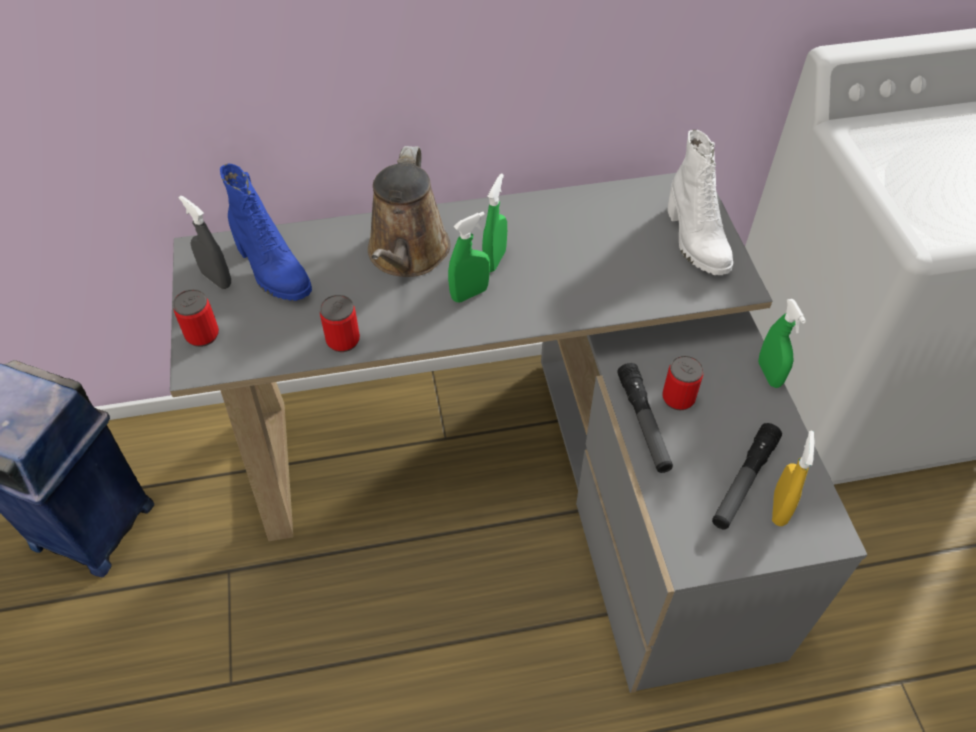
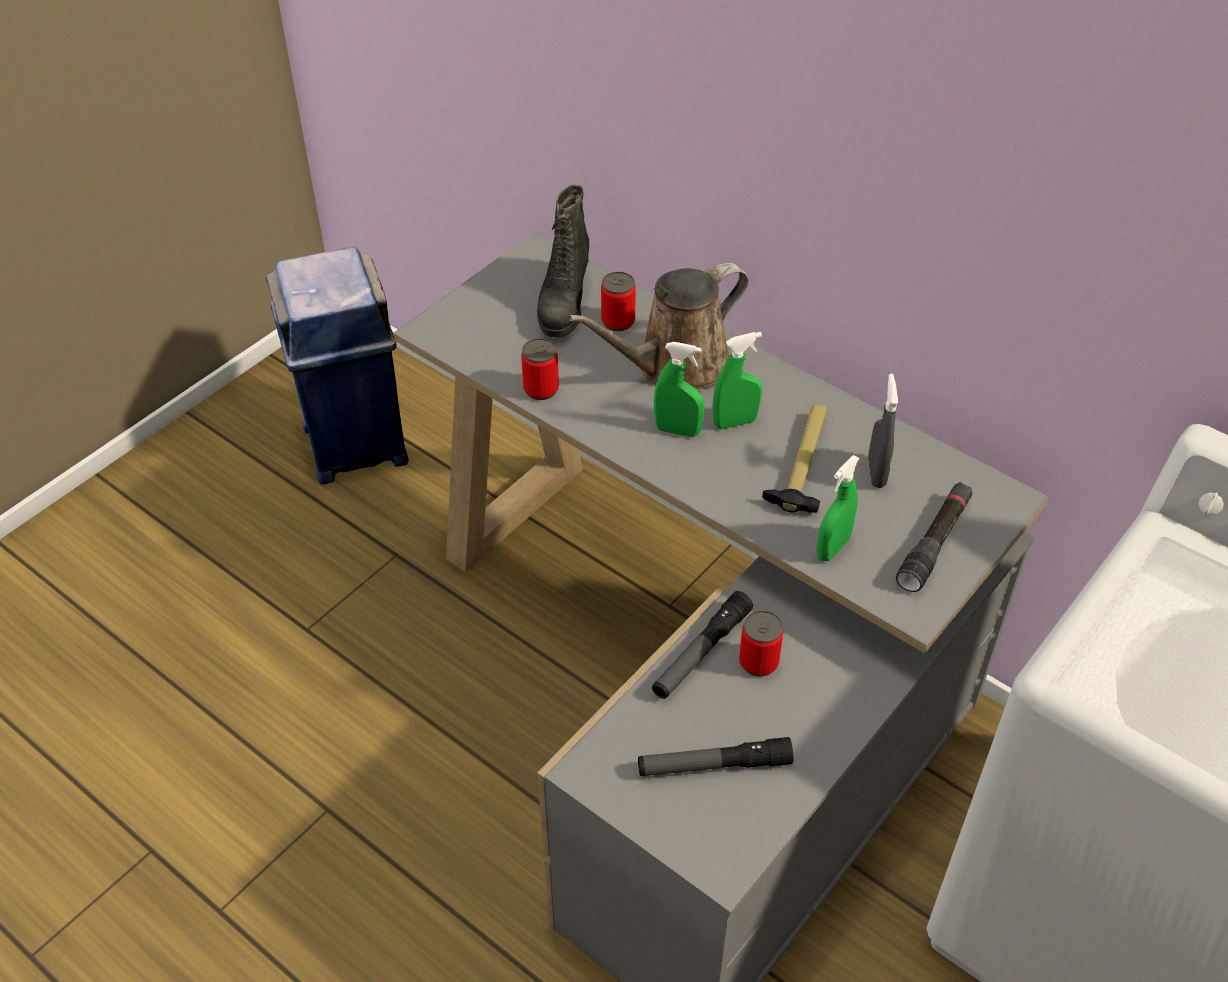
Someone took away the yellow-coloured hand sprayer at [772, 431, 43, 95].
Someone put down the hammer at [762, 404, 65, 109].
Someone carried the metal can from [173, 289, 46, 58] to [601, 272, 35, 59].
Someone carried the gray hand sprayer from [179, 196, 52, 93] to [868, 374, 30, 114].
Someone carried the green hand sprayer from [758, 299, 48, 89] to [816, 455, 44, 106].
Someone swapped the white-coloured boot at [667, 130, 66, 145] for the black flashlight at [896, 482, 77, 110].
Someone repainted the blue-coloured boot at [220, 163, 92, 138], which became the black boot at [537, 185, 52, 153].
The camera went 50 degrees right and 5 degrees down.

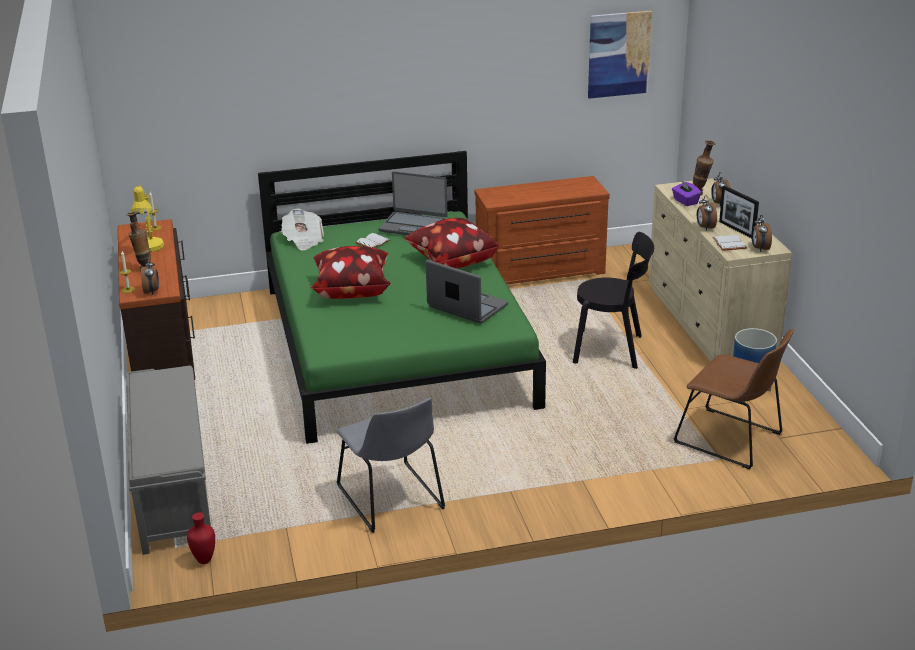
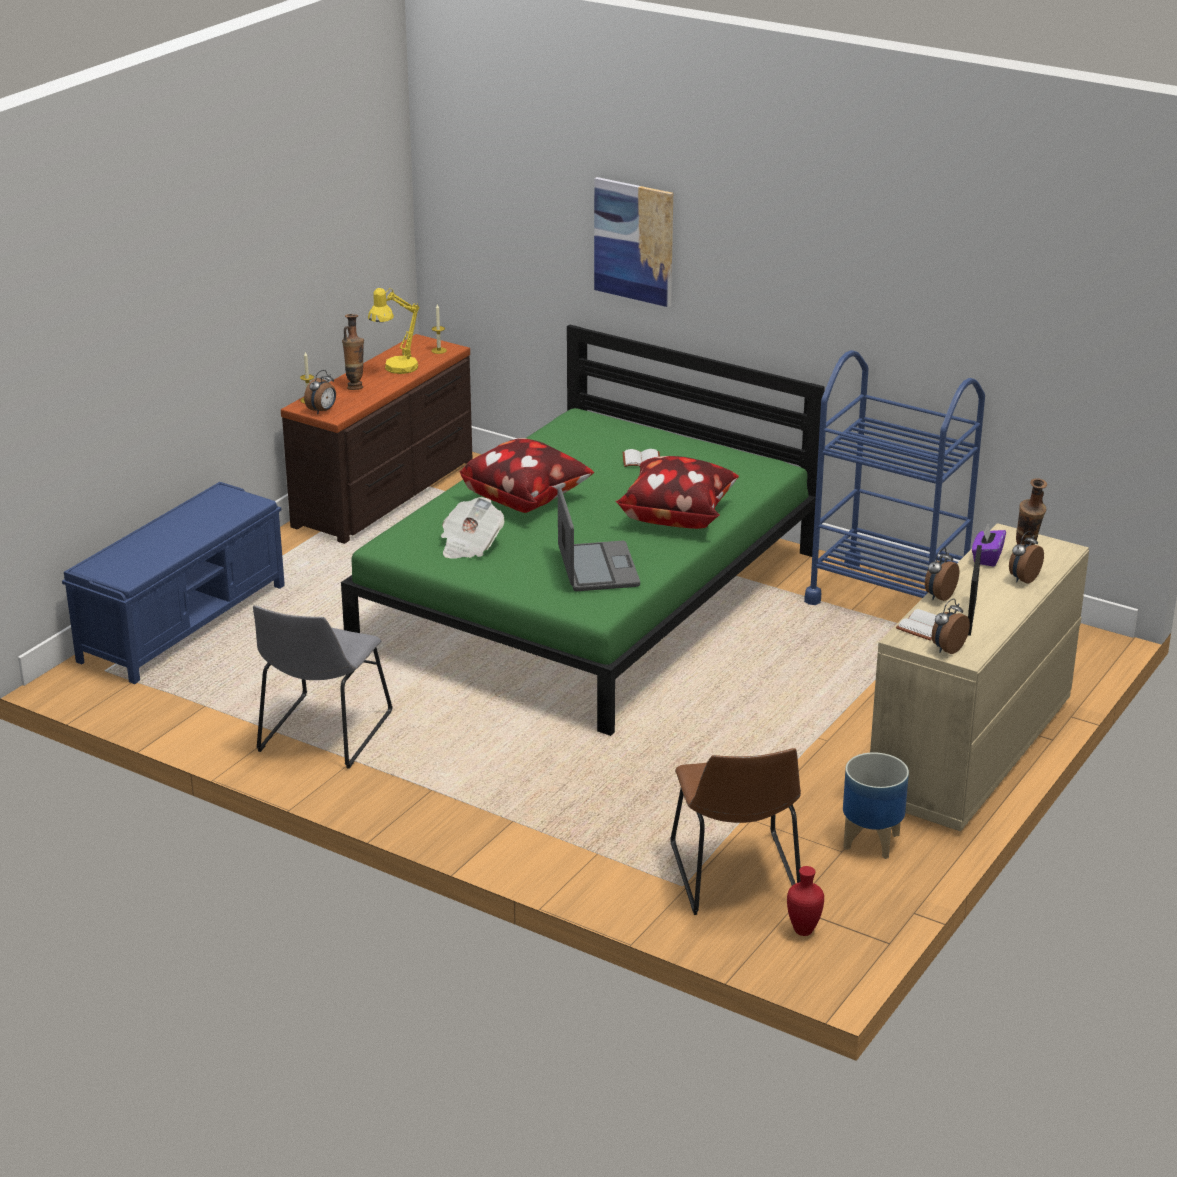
Someone took away the portable computer at [379, 171, 69, 64].
Someone took away the black chair at [573, 232, 81, 137].
Someone carried the reddish decorative vase from [187, 512, 28, 52] to [787, 866, 37, 70].
Someone carried the daily paper from [281, 209, 43, 42] to [441, 497, 63, 62].
Someone carried the wall picture from [588, 11, 64, 88] to [594, 177, 79, 130].
Someone swapped the brown-coloured drawer chest at [475, 176, 135, 108] for the blue-coloured wheeled cart at [804, 350, 181, 255].
Someone repainted the gray bench at [126, 366, 85, 189], which became the blue-coloured bench at [62, 482, 223, 202].
The camera went 45 degrees right and 0 degrees up.

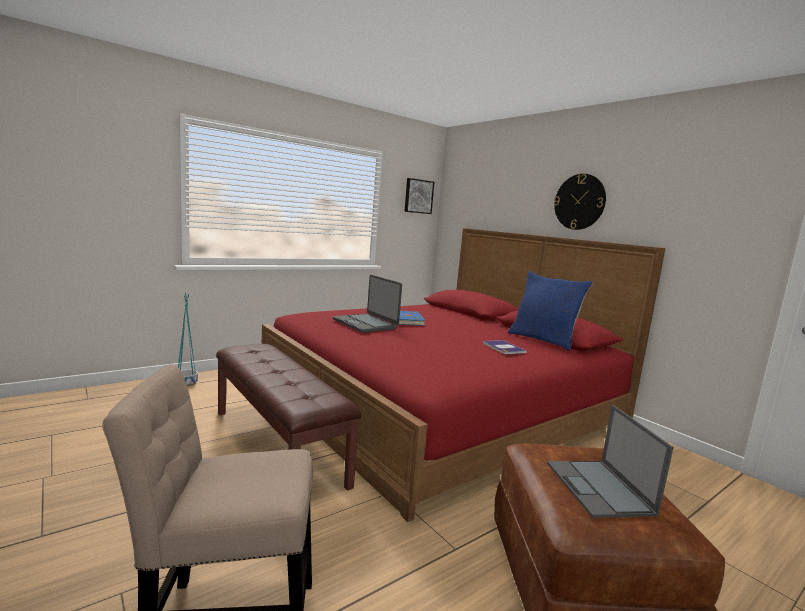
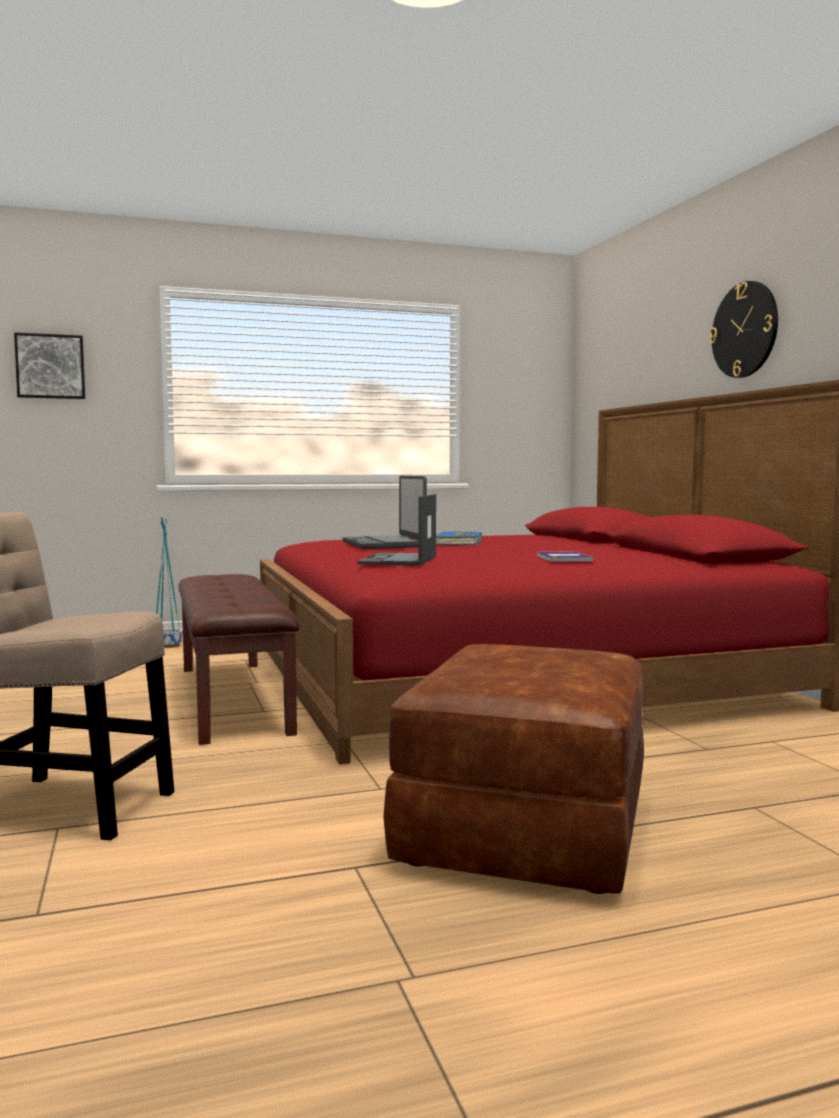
Someone took away the blue-coloured cushion at [508, 271, 85, 80].
Someone carried the wall picture from [404, 178, 30, 36] to [14, 332, 71, 67].
Someone carried the portable computer from [547, 405, 127, 113] to [357, 494, 79, 72].
The camera went 20 degrees right and 5 degrees down.

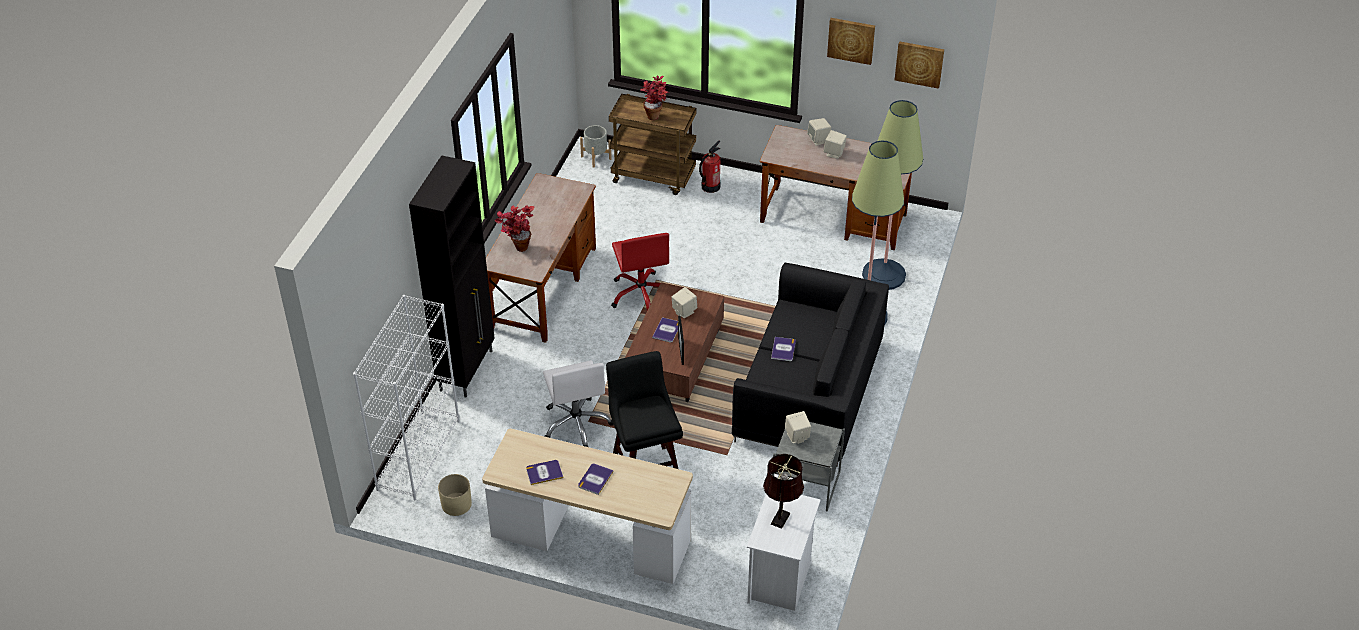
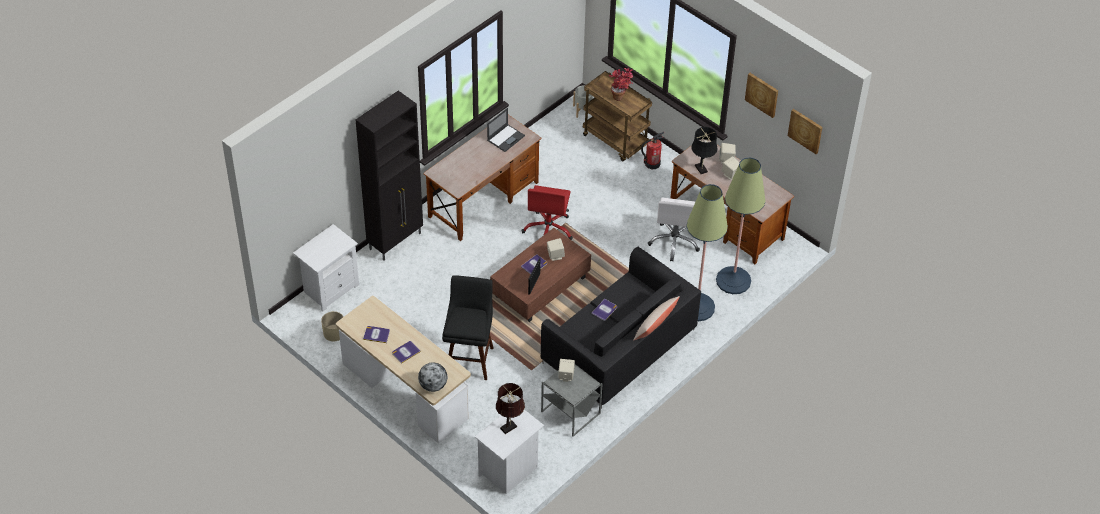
Someone took away the plant in a pot at [495, 205, 39, 47].
Someone put down the world globe at [418, 362, 29, 30].
Someone put down the portable computer at [487, 108, 38, 44].
Someone put down the beige-coloured cushion at [633, 296, 47, 45].
Someone put down the black lamp for a table at [691, 127, 27, 47].
Someone carried the white-coloured office chair from [543, 360, 71, 87] to [648, 197, 52, 64].
Someone swapped the white-coloured bookshelf at [353, 295, 107, 206] for the white-coloured night table at [293, 224, 66, 88].
The camera went 25 degrees right and 5 degrees up.

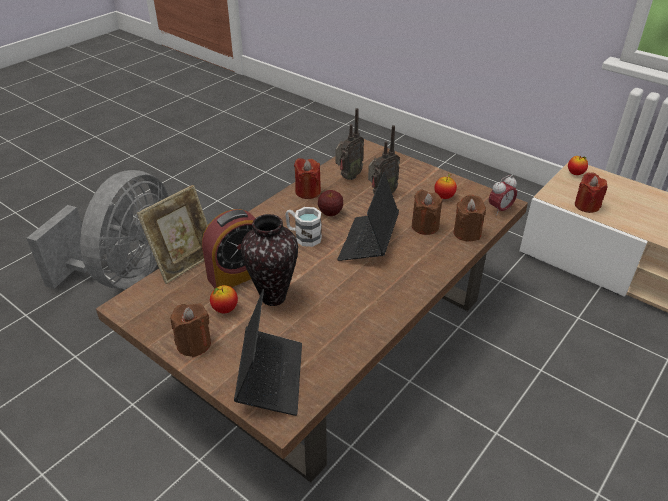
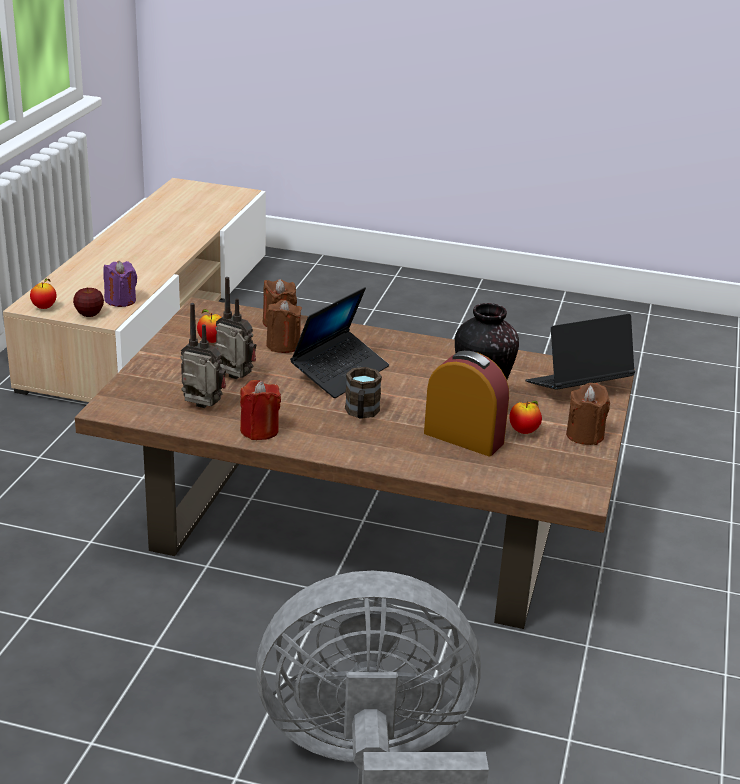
Someone took away the picture frame at [137, 185, 71, 99].
Someone took away the alarm clock at [489, 175, 28, 41].
Someone carried the apple fruit from [318, 190, 25, 26] to [73, 287, 31, 30].
Someone repainted the white-coloured coffee mug at [285, 207, 37, 40], which became the brown-coloured coffee mug at [345, 367, 37, 52].
Someone repainted the reddish wax light at [575, 172, 33, 41], which became the purple wax light at [103, 261, 34, 46].
Someone rotated the portable computer at [337, 172, 62, 89] by 45 degrees counterclockwise.
The camera went 115 degrees left and 10 degrees down.

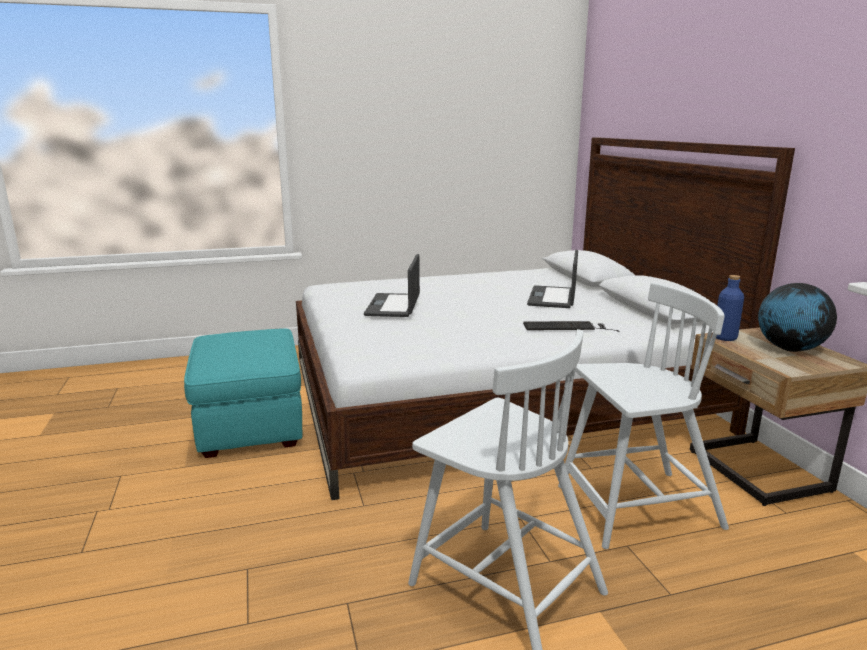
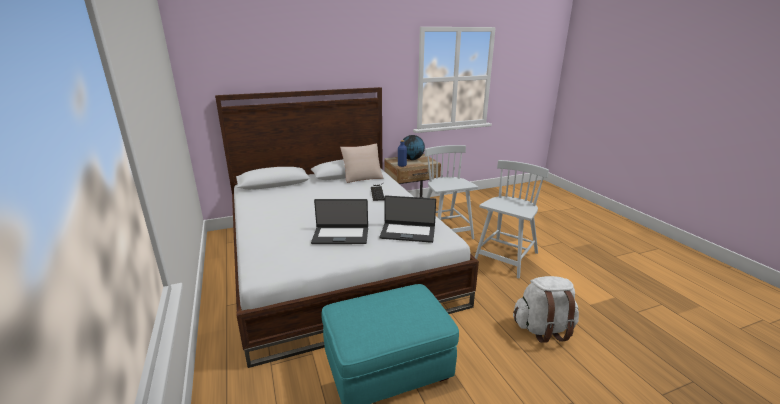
Someone put down the beige-coloured cushion at [340, 144, 44, 39].
Someone put down the white-coloured rucksack at [513, 276, 66, 67].
Someone carried the portable computer from [527, 250, 51, 58] to [380, 196, 56, 47].
The camera went 95 degrees left and 5 degrees up.

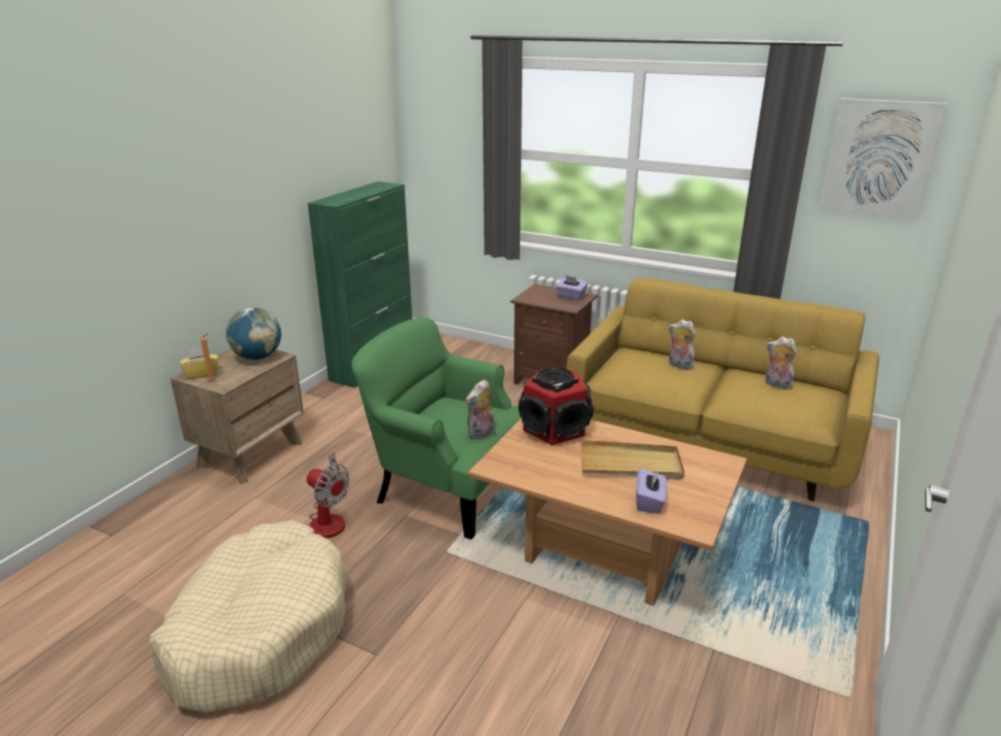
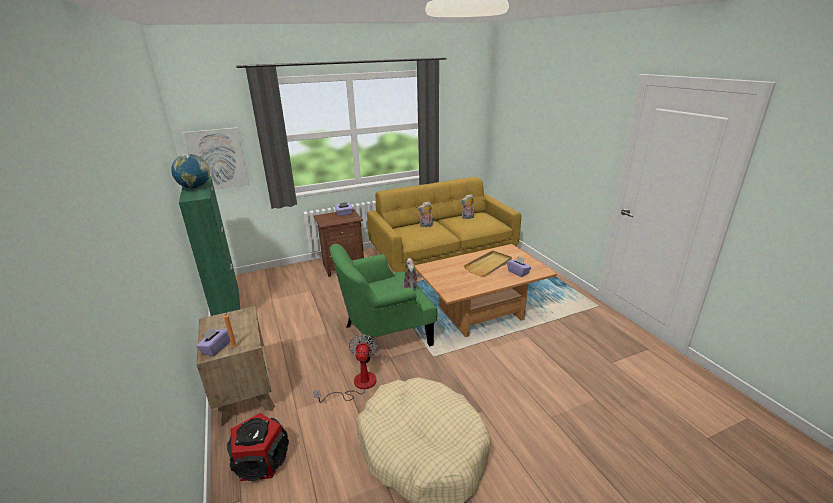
Someone carried the world globe from [226, 307, 55, 53] to [171, 154, 39, 35].
Someone carried the loudspeaker from [518, 368, 75, 77] to [227, 413, 62, 68].
Someone carried the wall picture from [820, 98, 127, 121] to [183, 127, 66, 63].
Someone repainted the yellow-coloured box of tissues at [180, 348, 38, 31], which became the purple box of tissues at [196, 327, 34, 29].
Someone rotated the cooling fan at [307, 452, 43, 86] by 75 degrees counterclockwise.
The camera went 50 degrees left and 0 degrees up.

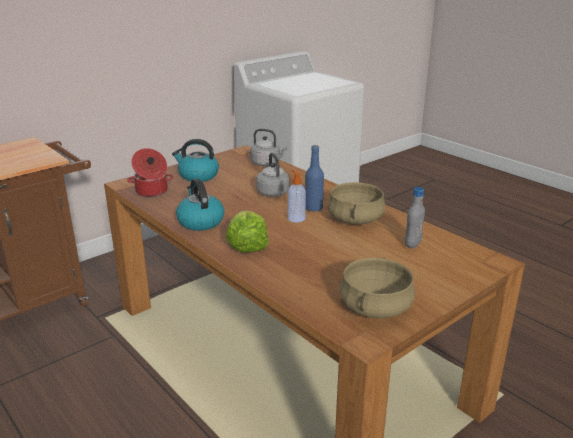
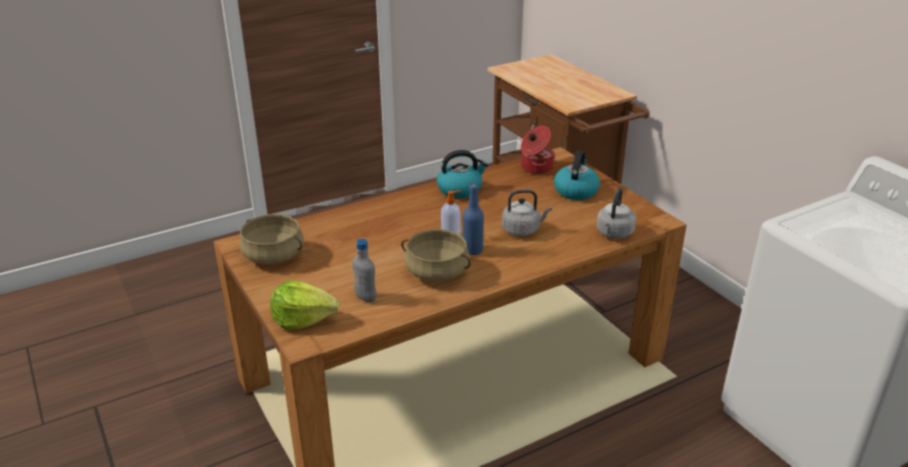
Someone carried the lettuce head from [226, 210, 43, 43] to [270, 281, 69, 48].
The camera went 100 degrees right and 5 degrees up.

